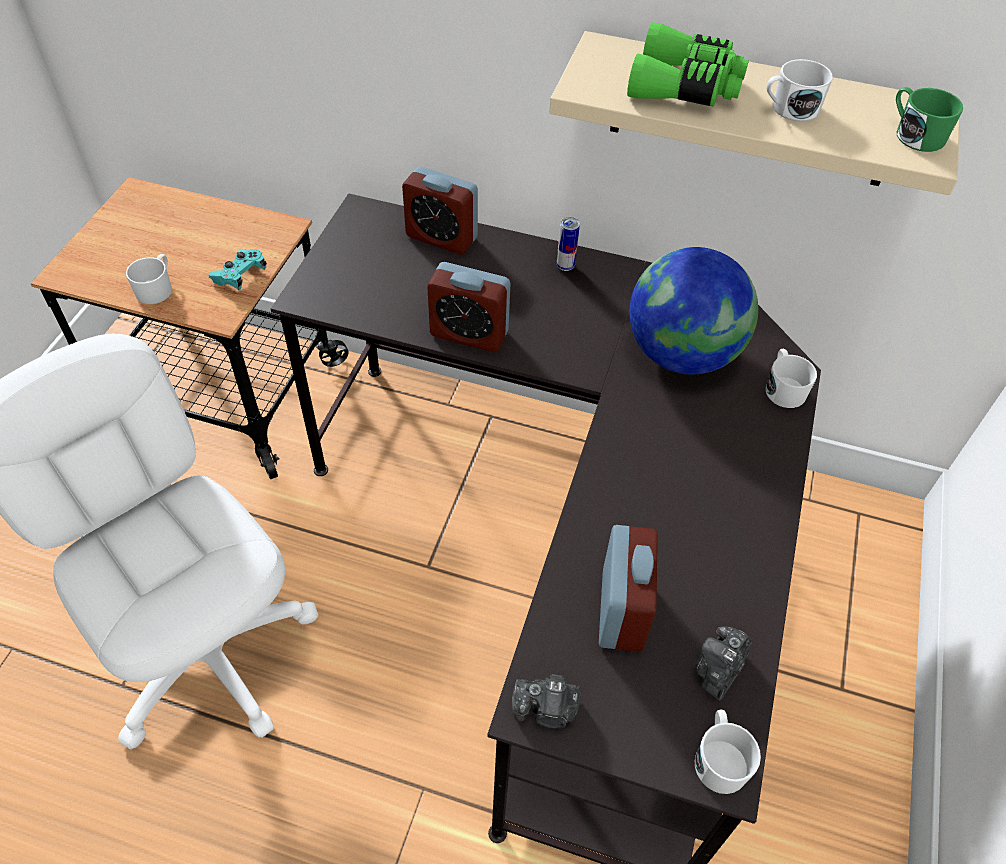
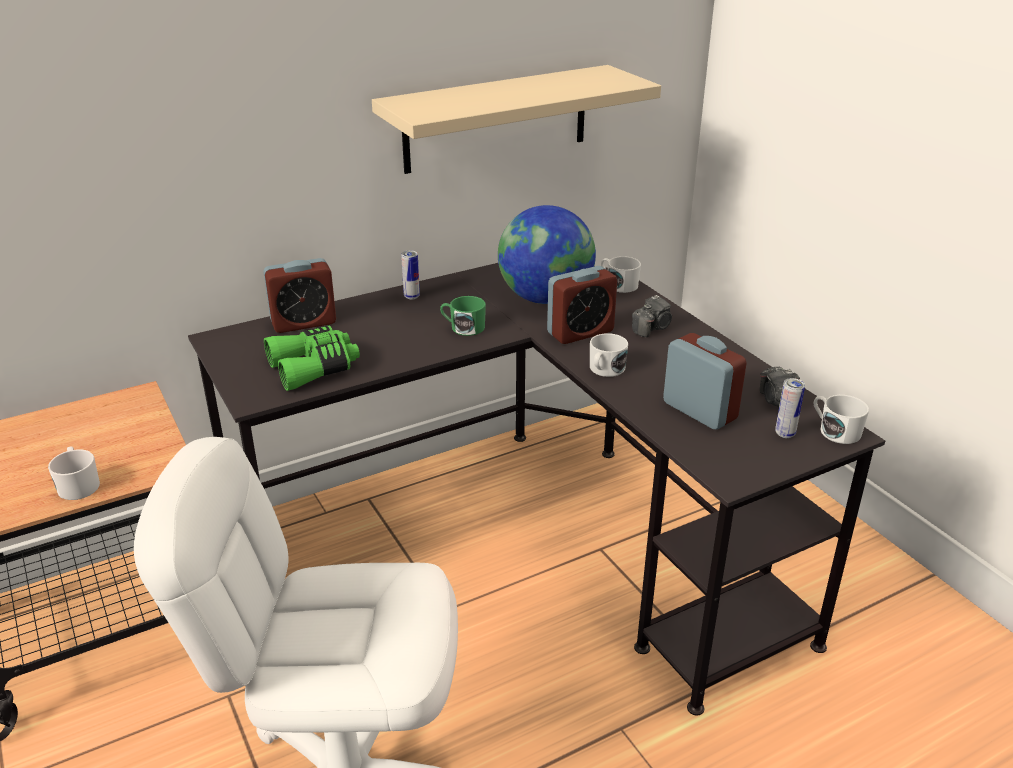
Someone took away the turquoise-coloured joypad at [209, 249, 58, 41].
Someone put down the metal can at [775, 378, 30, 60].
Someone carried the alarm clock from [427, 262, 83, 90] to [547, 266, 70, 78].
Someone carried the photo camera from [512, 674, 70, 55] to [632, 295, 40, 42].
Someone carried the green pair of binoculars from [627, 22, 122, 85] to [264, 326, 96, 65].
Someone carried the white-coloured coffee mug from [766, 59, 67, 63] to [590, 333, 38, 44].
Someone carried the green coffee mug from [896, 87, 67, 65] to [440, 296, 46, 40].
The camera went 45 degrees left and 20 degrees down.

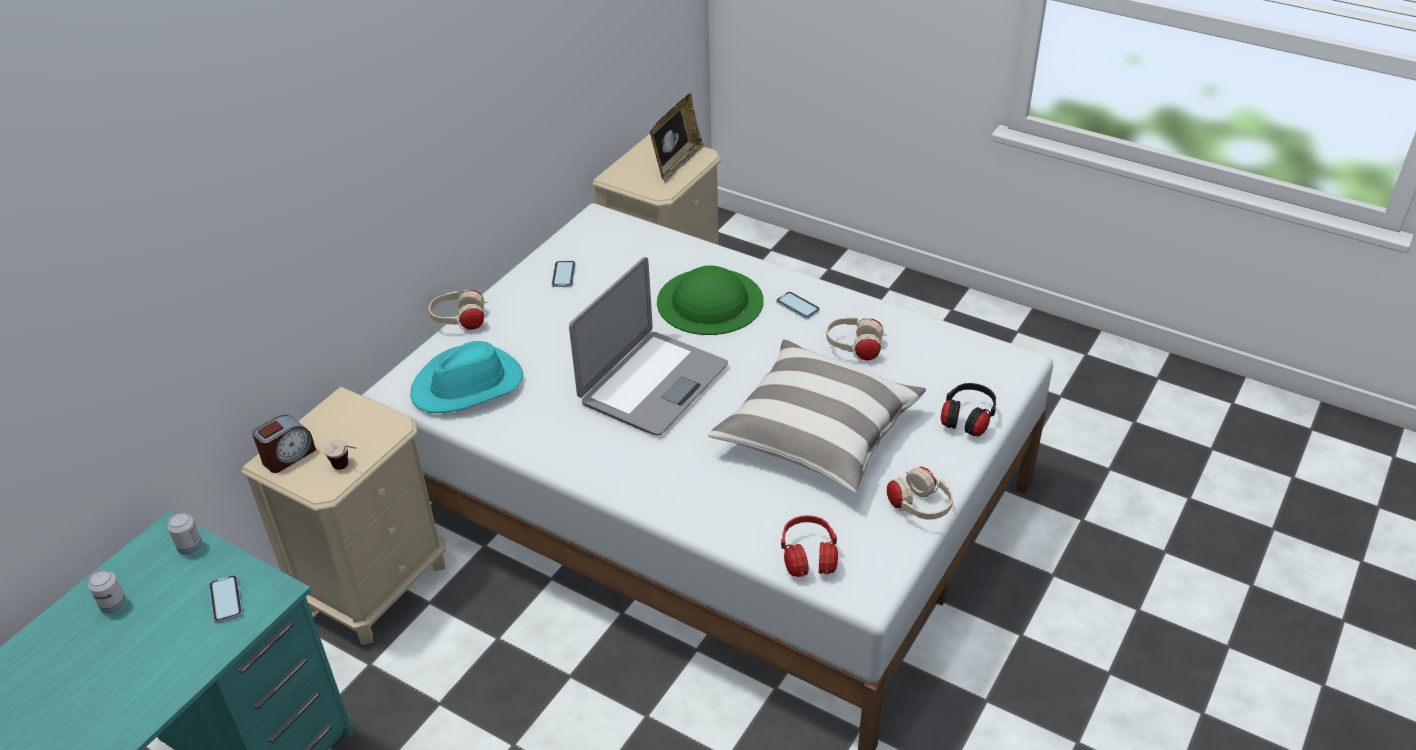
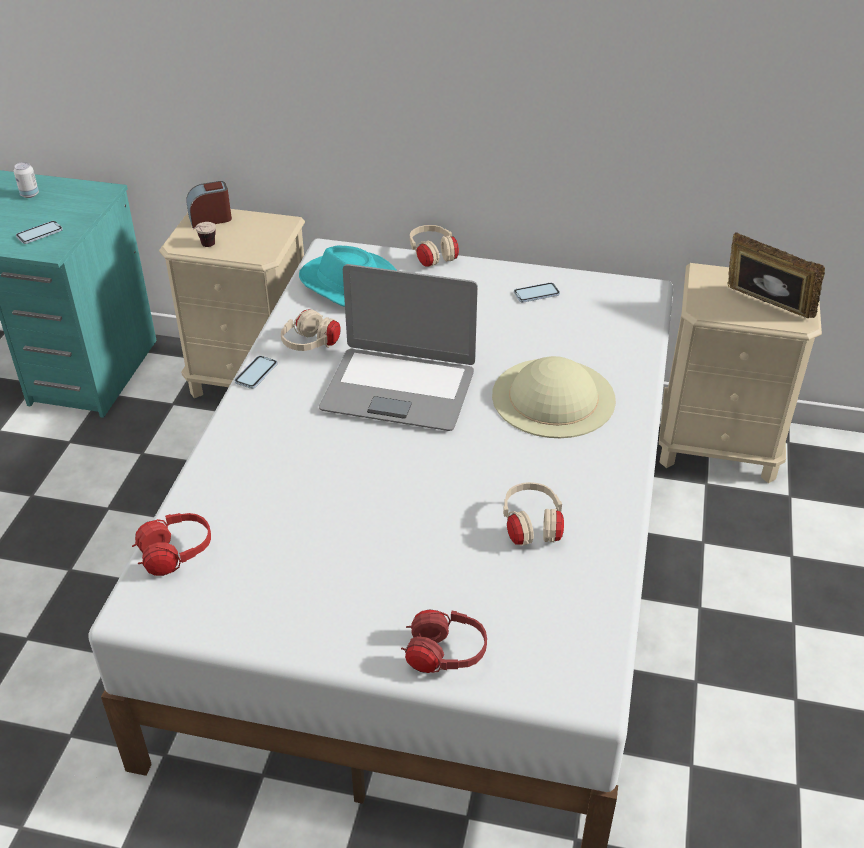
Someone took away the metal can at [167, 512, 36, 43].
Someone took away the cushion at [708, 340, 218, 153].
Someone carried the telephone from [777, 292, 43, 27] to [234, 356, 43, 33].
Someone carried the beige-coloured headphones from [887, 466, 66, 54] to [281, 309, 60, 42].
Someone repainted the green clothing hat at [657, 266, 107, 69], which became the beige-coloured clothing hat at [492, 356, 124, 82].
Someone repainted the black headphones at [941, 383, 55, 54], which became the reddish headphones at [401, 609, 86, 64].
Someone rotated the alarm clock at [252, 415, 64, 58] by 135 degrees clockwise.
Someone rotated the picture frame at [650, 94, 54, 89] by 150 degrees counterclockwise.
The camera went 70 degrees right and 0 degrees up.

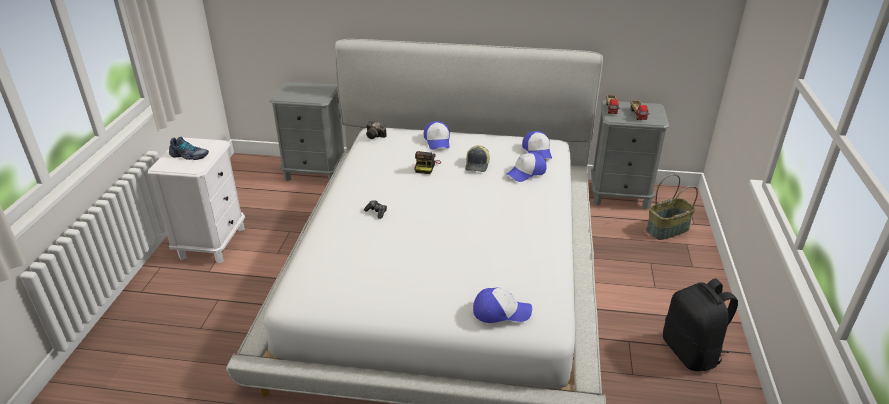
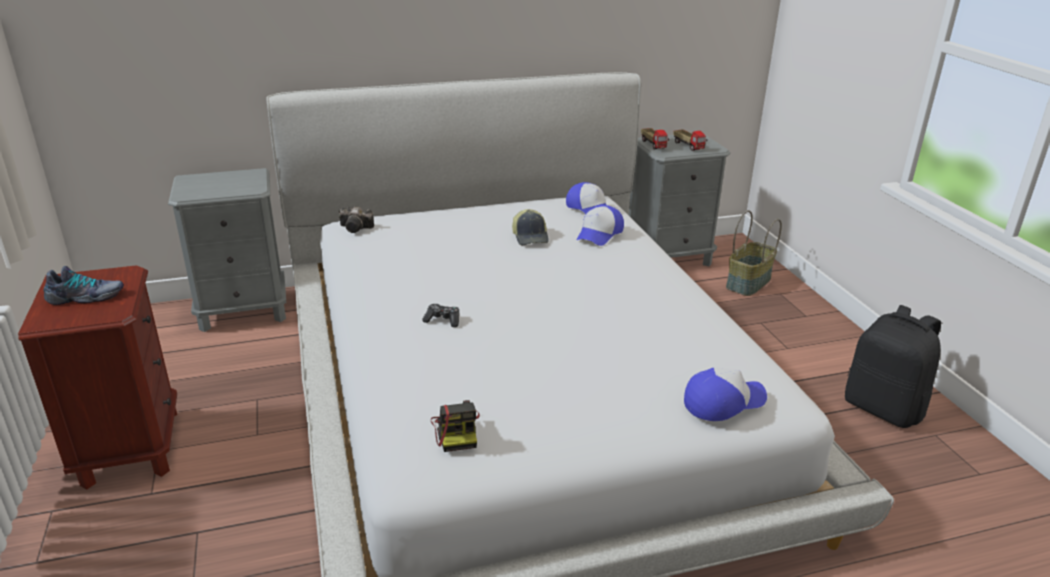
Someone took away the cap at [424, 121, 26, 29].
Someone carried the photo camera from [414, 151, 27, 23] to [431, 400, 49, 52].
Someone repainted the white-coloured night table at [148, 137, 97, 127], which became the brown-coloured night table at [18, 265, 159, 224].
The camera went 25 degrees left and 5 degrees down.

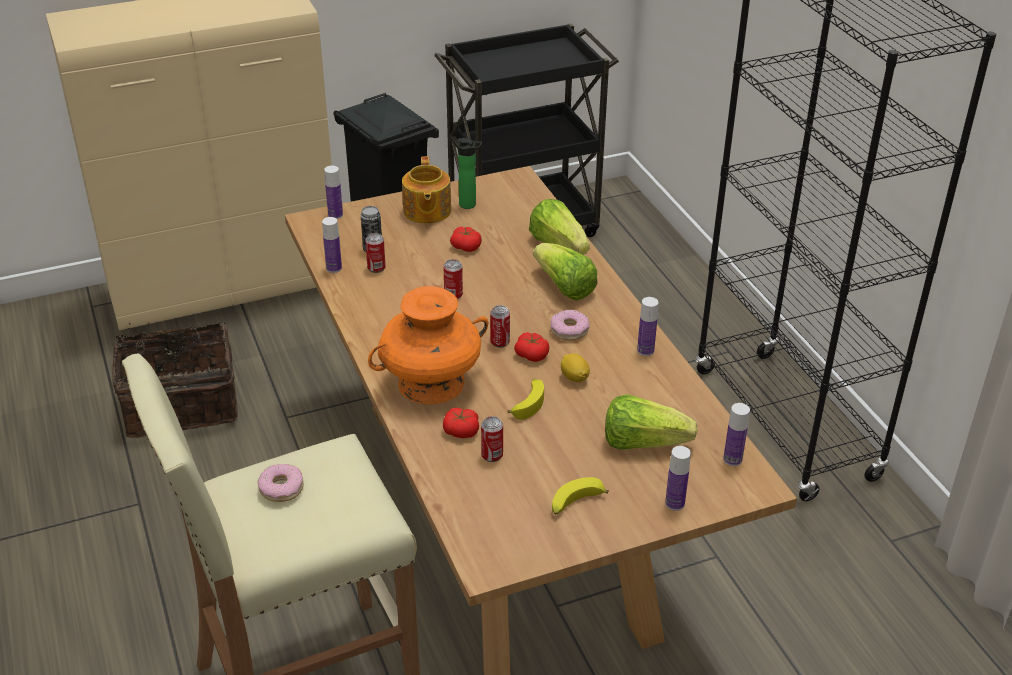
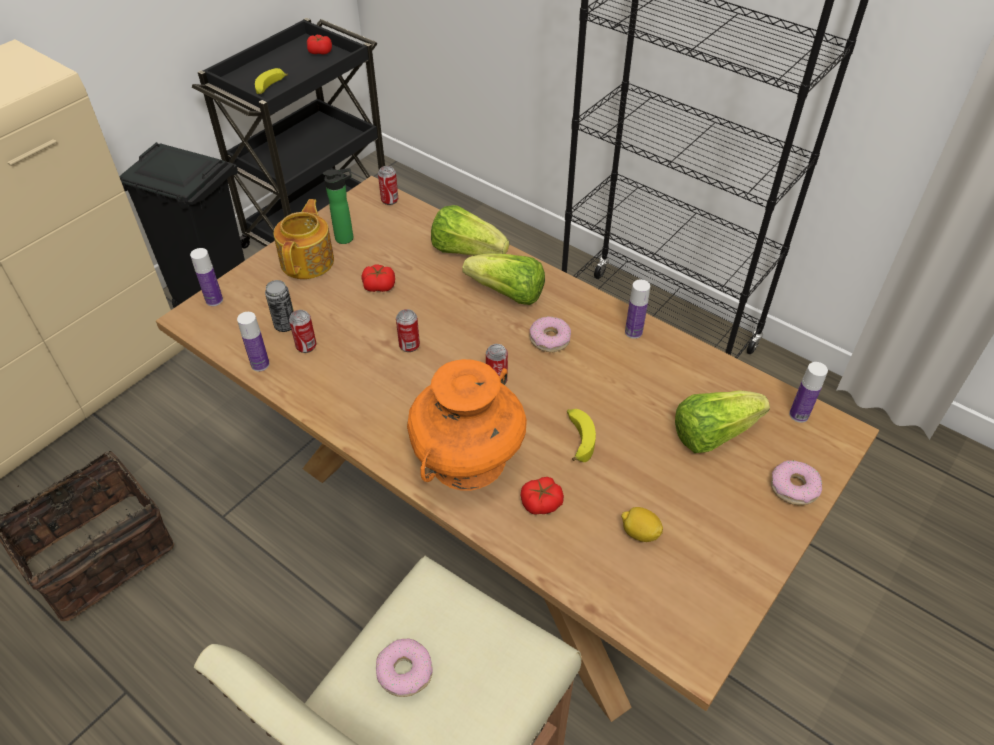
Someone carried the metal can from [481, 416, 22, 46] to [378, 166, 20, 39].
Someone carried the whole tomato from [514, 332, 35, 30] to [307, 35, 25, 19].
Someone carried the banana from [552, 477, 57, 38] to [255, 68, 33, 26].
Someone carried the lemon from [561, 353, 29, 29] to [621, 507, 42, 35].
Someone swapped the drink bottle at [665, 446, 26, 65] for the doughnut at [771, 460, 51, 45].
Someone rotated the teapot at [402, 156, 49, 68] by 135 degrees counterclockwise.
The camera went 30 degrees left and 10 degrees up.

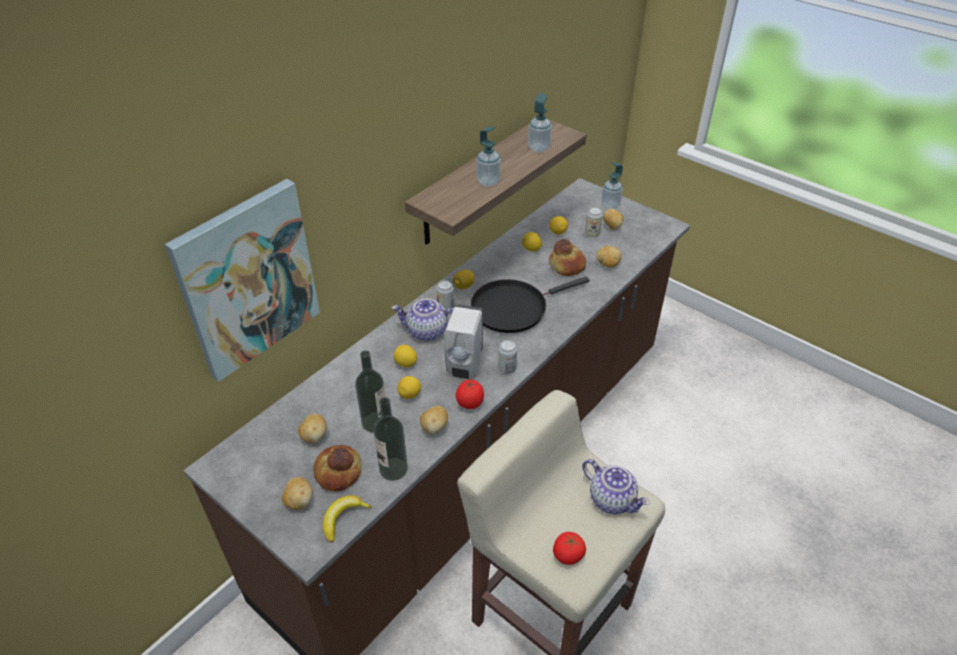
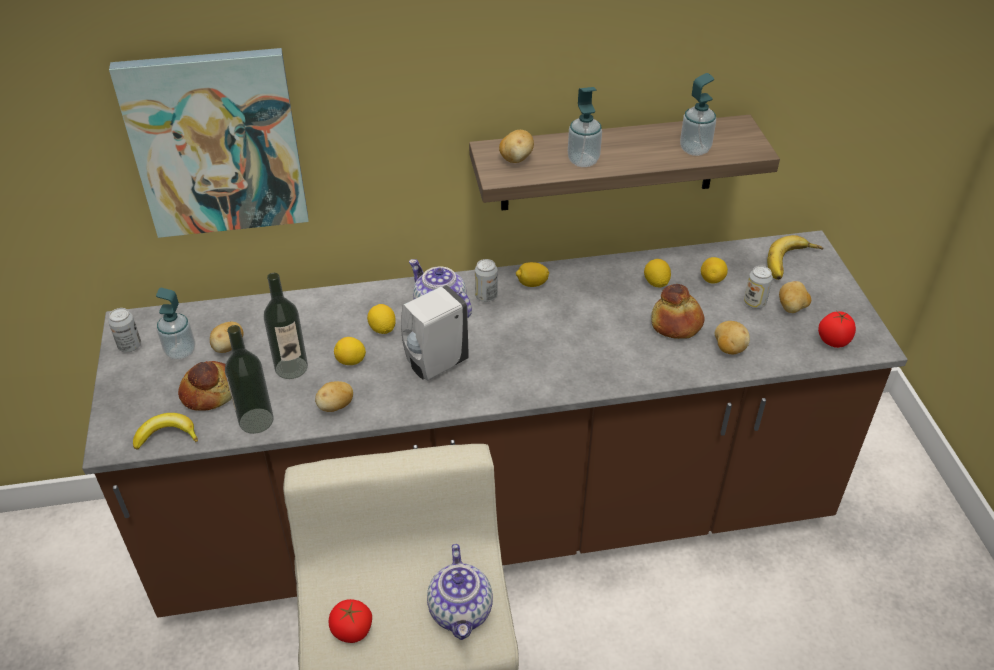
Someone took away the black frying pan at [471, 277, 119, 56].
Someone put down the banana at [767, 235, 56, 45].
Someone carried the spud from [282, 477, 31, 33] to [499, 130, 35, 33].
Someone carried the whole tomato from [456, 380, 28, 29] to [818, 311, 38, 37].
Someone carried the metal can from [498, 340, 19, 34] to [108, 308, 33, 44].
Someone carried the liquid soap bottle from [601, 162, 22, 47] to [156, 288, 39, 72].
The camera went 40 degrees right and 0 degrees up.

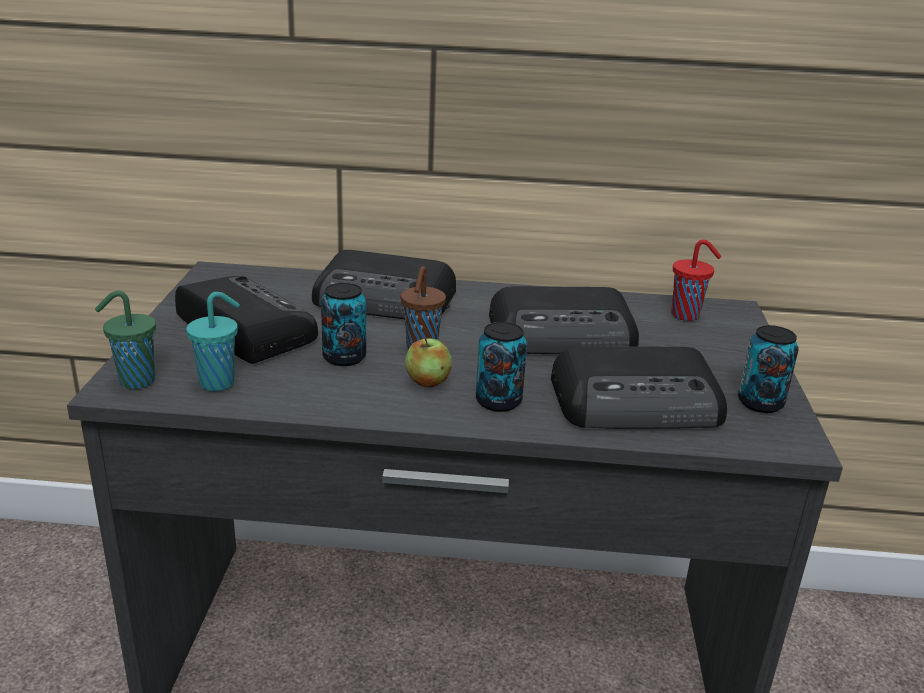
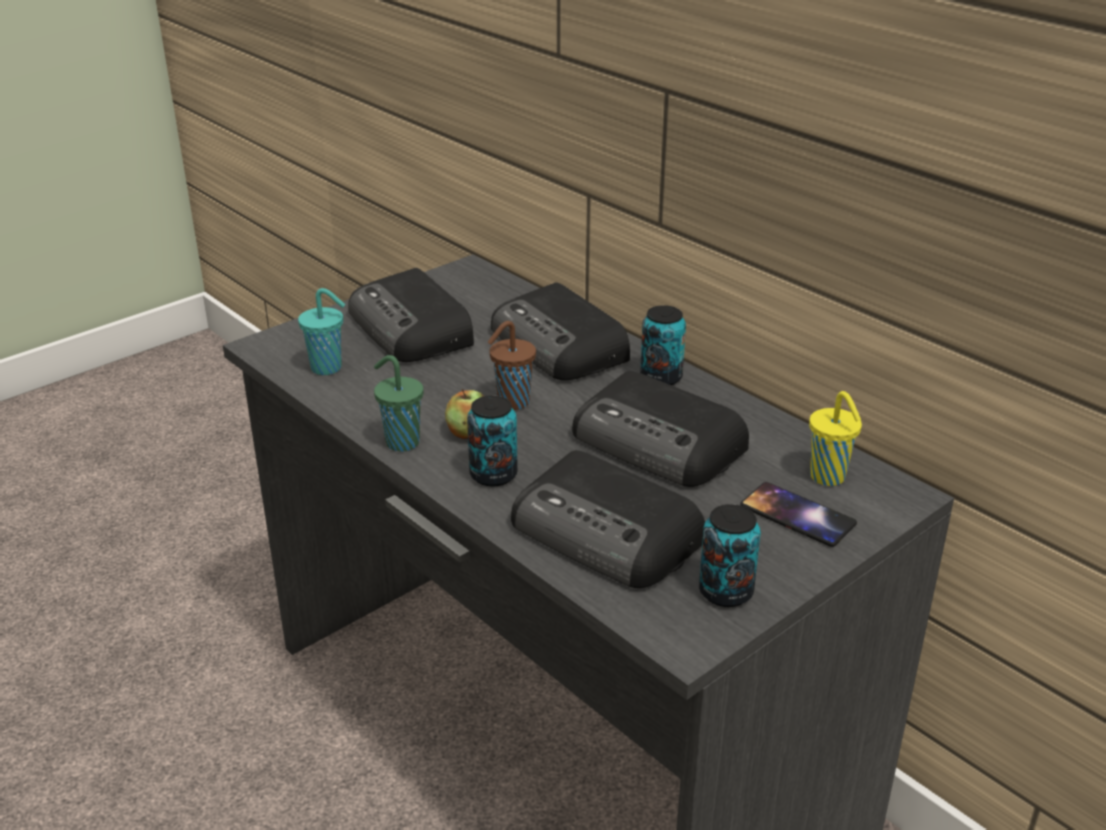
Someone put down the telephone at [740, 482, 117, 65].
Someone carried the green drinking cup from [95, 291, 61, 98] to [374, 355, 50, 97].
Someone carried the metal can from [321, 283, 45, 83] to [640, 305, 46, 80].
Someone repainted the reddish drinking cup at [671, 239, 51, 82], which became the yellow-coloured drinking cup at [809, 391, 53, 95].
Someone rotated the radio set at [175, 276, 143, 88] by 150 degrees clockwise.
The camera went 45 degrees right and 5 degrees up.

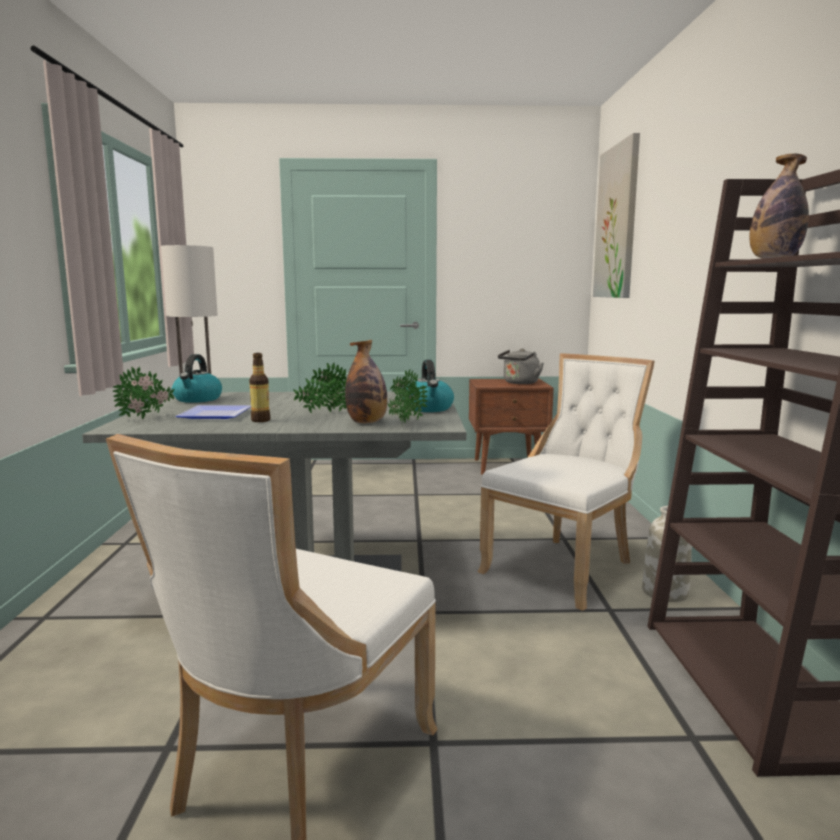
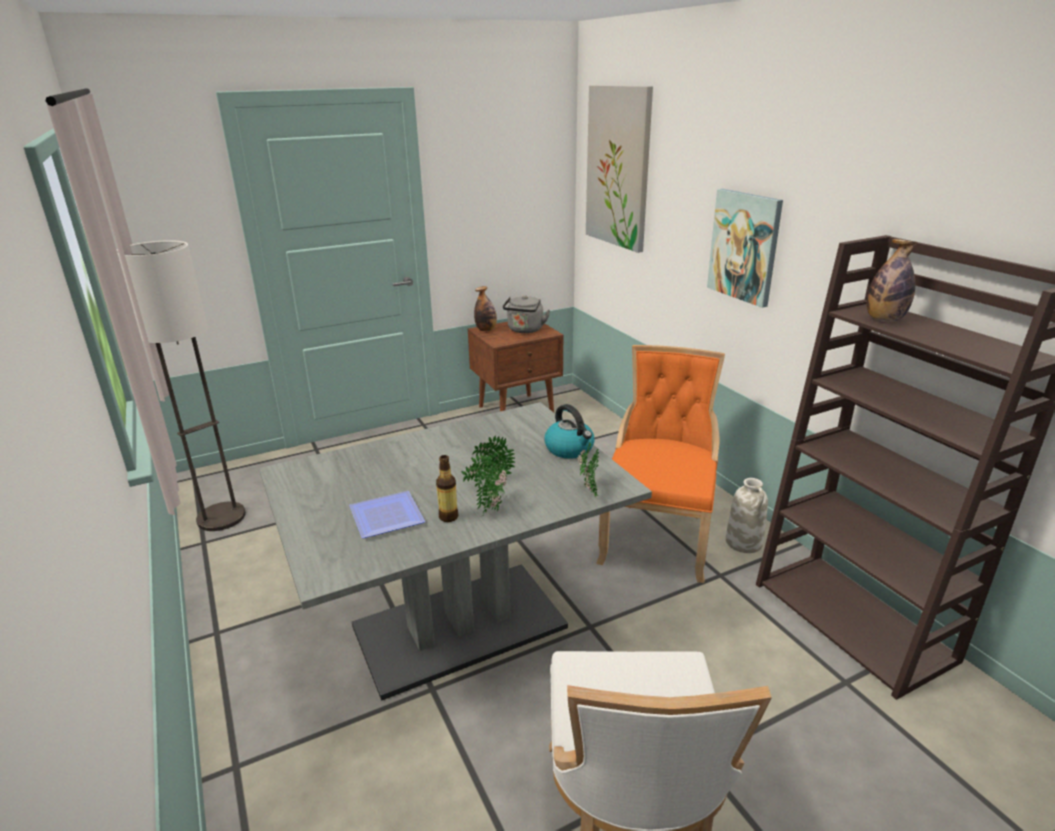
Someone took away the kettle at [172, 354, 50, 49].
Someone put up the wall picture at [707, 189, 76, 119].
Someone carried the plant in a pot from [113, 366, 61, 53] to [476, 463, 32, 52].
Someone carried the drink bottle from [345, 340, 42, 83] to [474, 286, 23, 45].
Someone repainted the white-coloured chair at [478, 353, 177, 258], which became the orange chair at [596, 345, 129, 238].
The camera went 25 degrees left and 15 degrees up.

